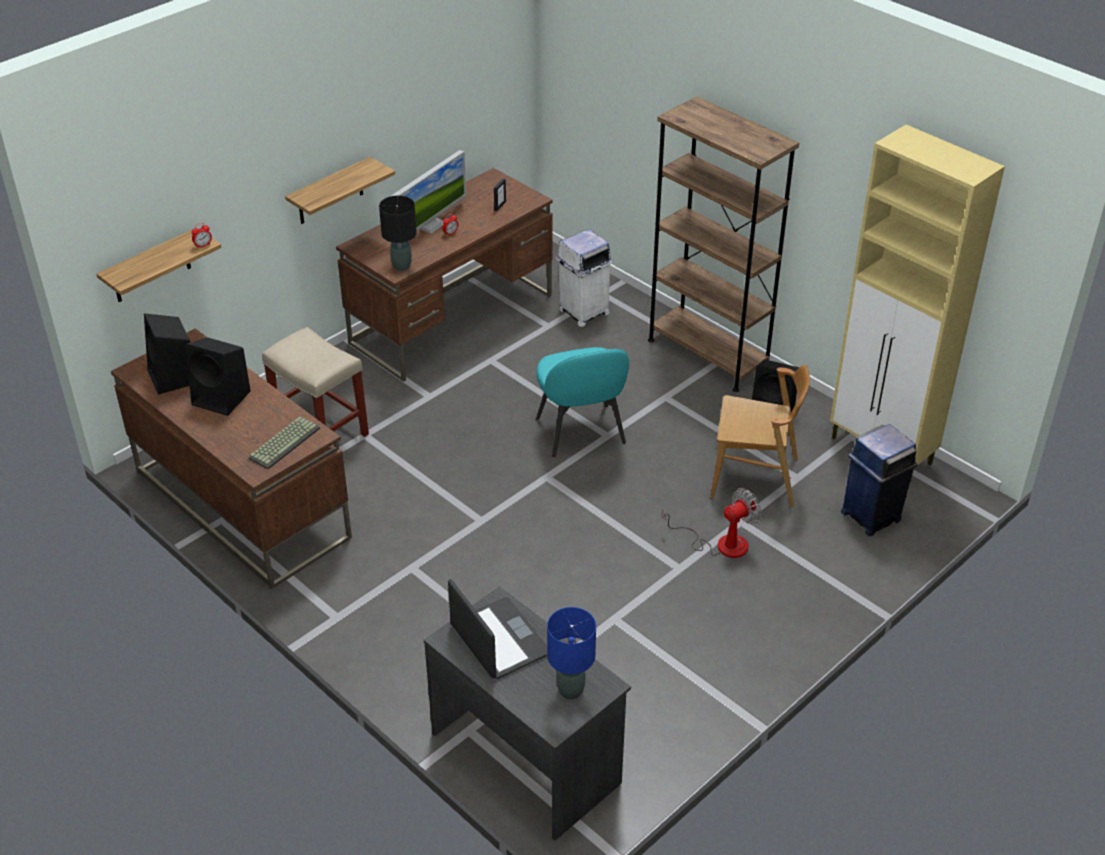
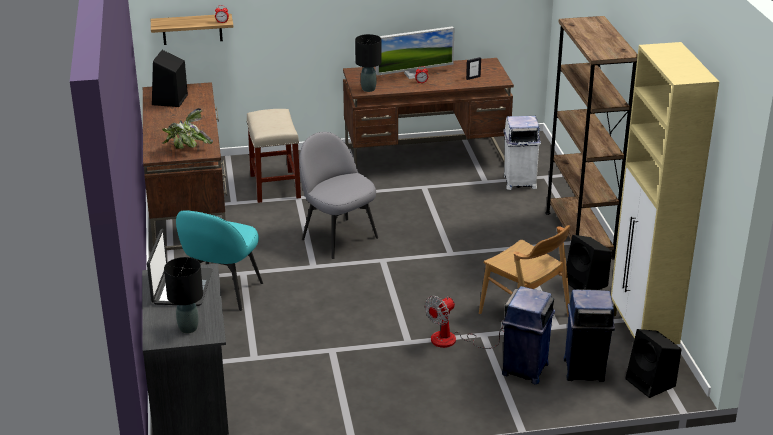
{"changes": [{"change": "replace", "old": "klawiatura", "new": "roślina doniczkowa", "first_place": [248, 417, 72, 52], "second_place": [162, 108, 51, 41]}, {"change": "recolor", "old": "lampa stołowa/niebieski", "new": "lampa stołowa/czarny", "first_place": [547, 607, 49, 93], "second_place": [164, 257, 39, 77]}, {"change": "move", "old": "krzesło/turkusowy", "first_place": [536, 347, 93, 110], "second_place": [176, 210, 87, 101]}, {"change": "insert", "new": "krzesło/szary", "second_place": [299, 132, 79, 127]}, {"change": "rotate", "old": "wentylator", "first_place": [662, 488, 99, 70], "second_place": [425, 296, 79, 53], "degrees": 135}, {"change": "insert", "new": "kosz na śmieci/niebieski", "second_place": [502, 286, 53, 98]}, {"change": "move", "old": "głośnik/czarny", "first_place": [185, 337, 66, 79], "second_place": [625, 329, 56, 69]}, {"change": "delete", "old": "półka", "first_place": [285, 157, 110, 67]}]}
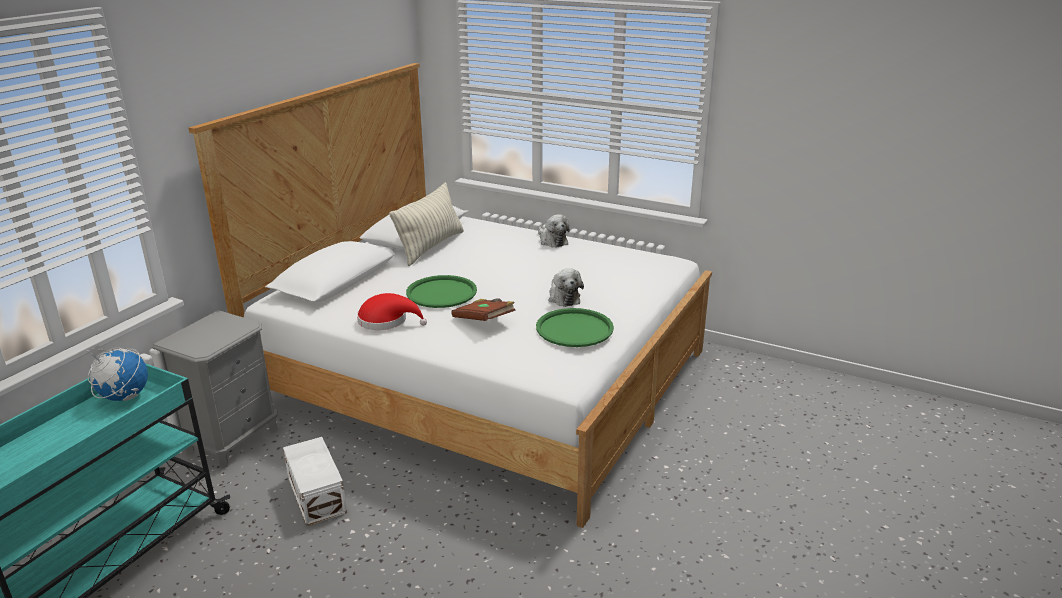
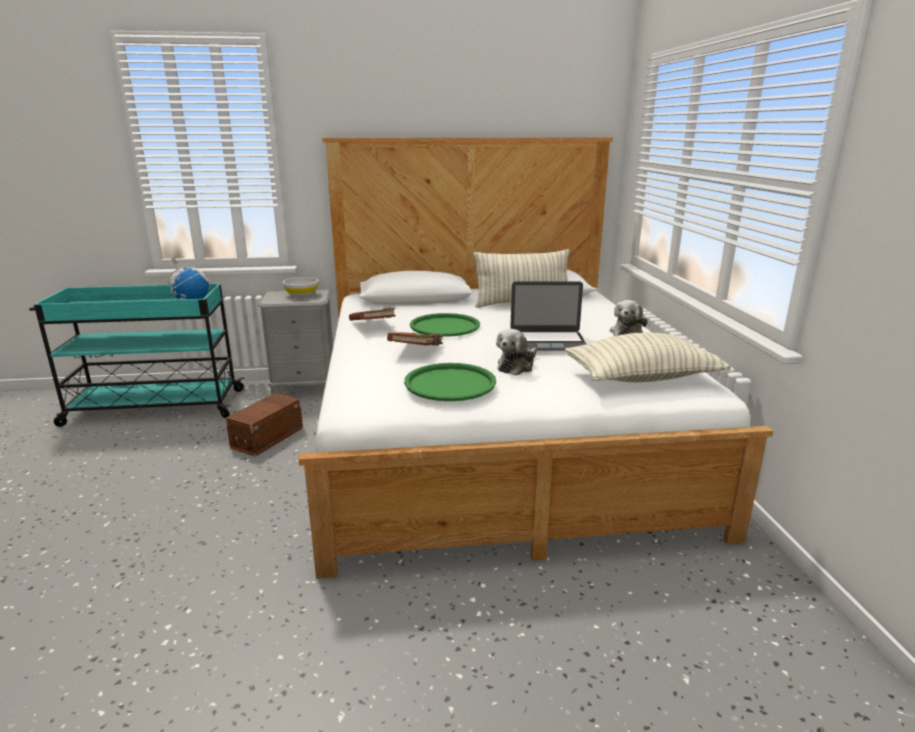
{"changes": [{"change": "recolor", "old": "pojemnik do przechowywania/biały", "new": "pojemnik do przechowywania/brązowy", "first_place": [283, 437, 64, 89], "second_place": [226, 393, 77, 64]}, {"change": "insert", "new": "miska/biały", "second_place": [283, 277, 36, 20]}, {"change": "replace", "old": "kapelusz/czerwony", "new": "książka/brązowy", "first_place": [357, 293, 70, 37], "second_place": [349, 308, 47, 13]}, {"change": "insert", "new": "laptop", "second_place": [510, 282, 76, 69]}, {"change": "insert", "new": "poduszka", "second_place": [565, 332, 165, 50]}]}
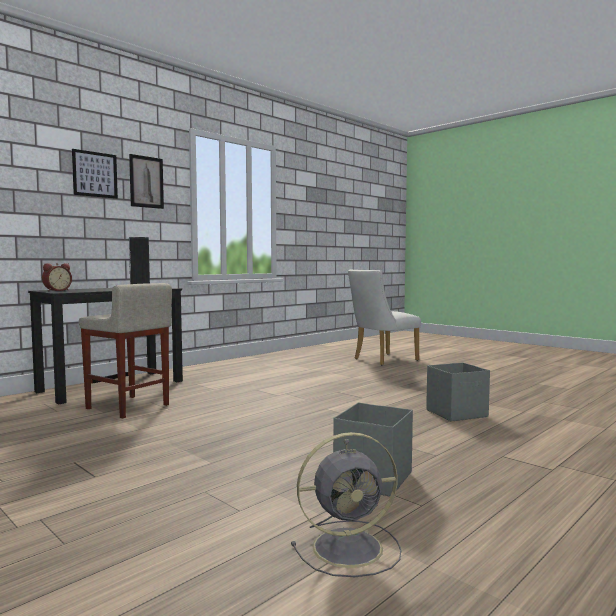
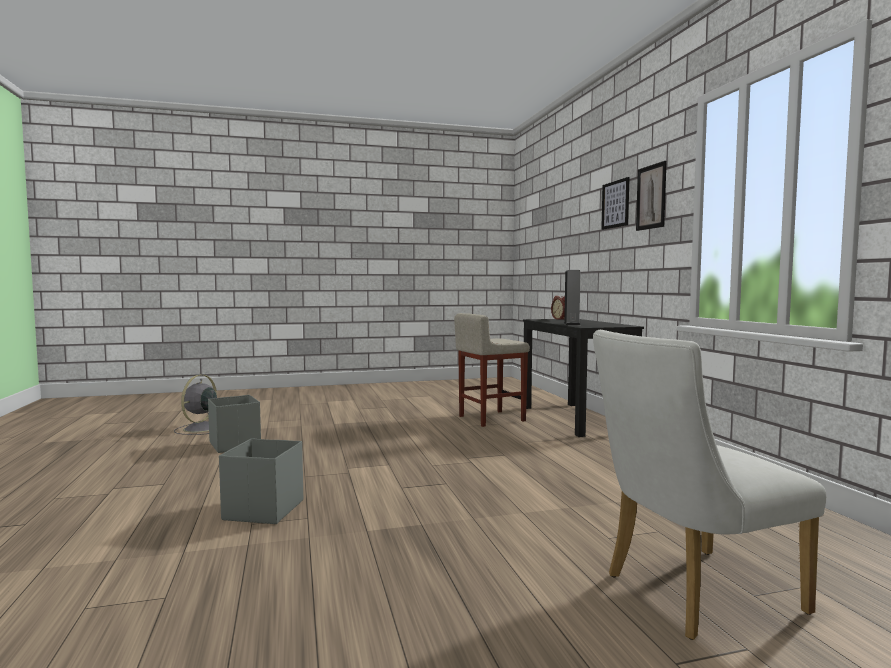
{"changes": [{"change": "rotate", "old": "krzesło/biały", "first_place": [348, 270, 73, 95], "second_place": [593, 330, 233, 310], "degrees": -105}]}
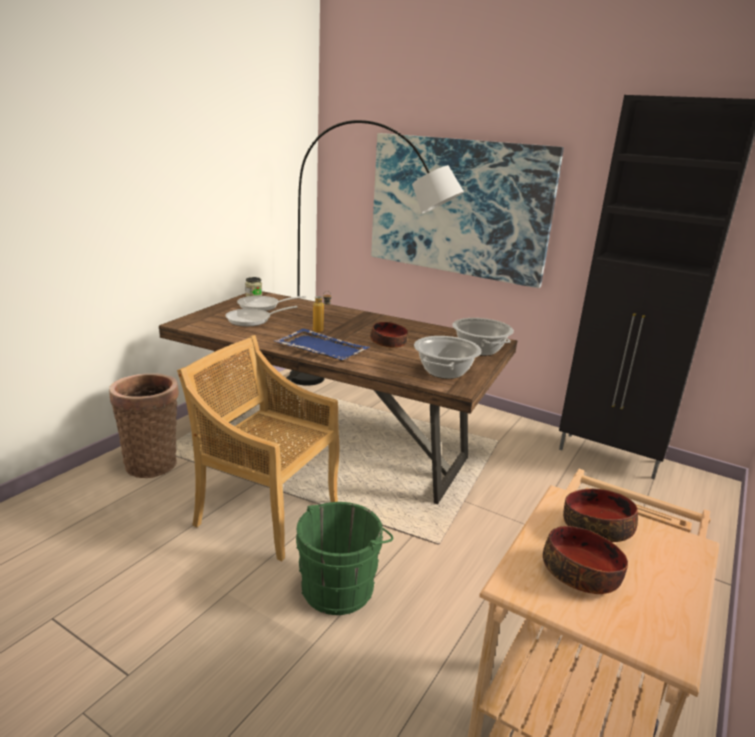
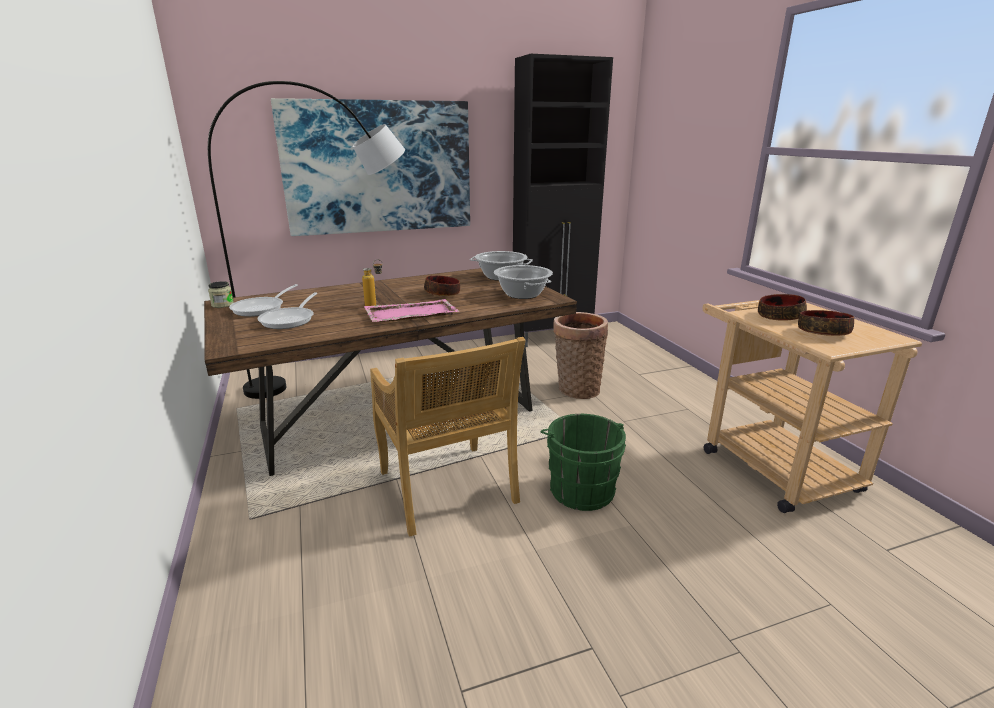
{"changes": [{"change": "recolor", "old": "taca/niebieski", "new": "taca/różowy", "first_place": [274, 329, 96, 32], "second_place": [364, 299, 95, 23]}, {"change": "rotate", "old": "krzesło/beżowy", "first_place": [177, 335, 162, 226], "second_place": [370, 337, 156, 200], "degrees": -90}, {"change": "move", "old": "koszyk", "first_place": [109, 373, 70, 105], "second_place": [553, 312, 55, 87]}]}
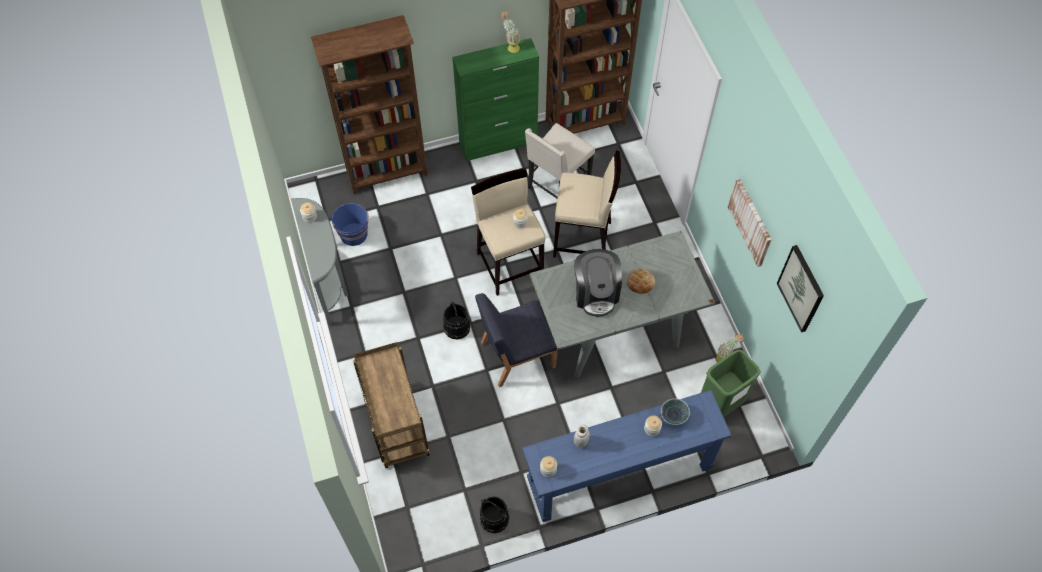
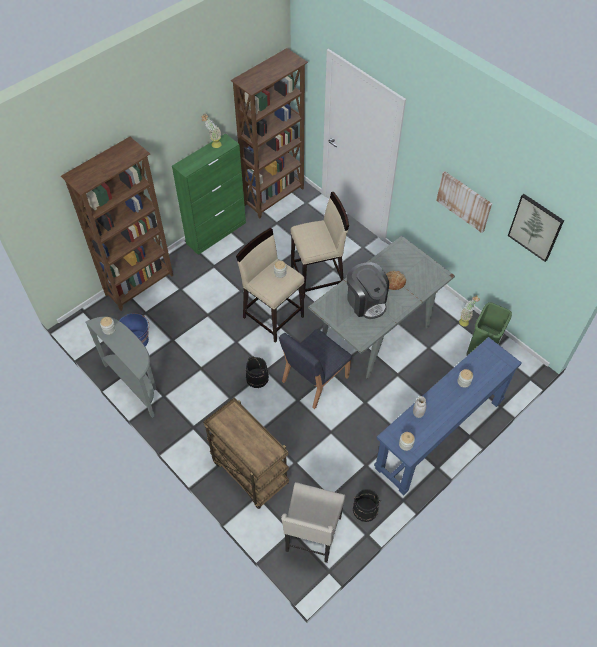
{"changes": [{"change": "move", "old": "krzesło/beżowy", "first_place": [525, 123, 70, 75], "second_place": [281, 482, 64, 81]}, {"change": "delete", "old": "miska", "first_place": [661, 399, 29, 26]}]}
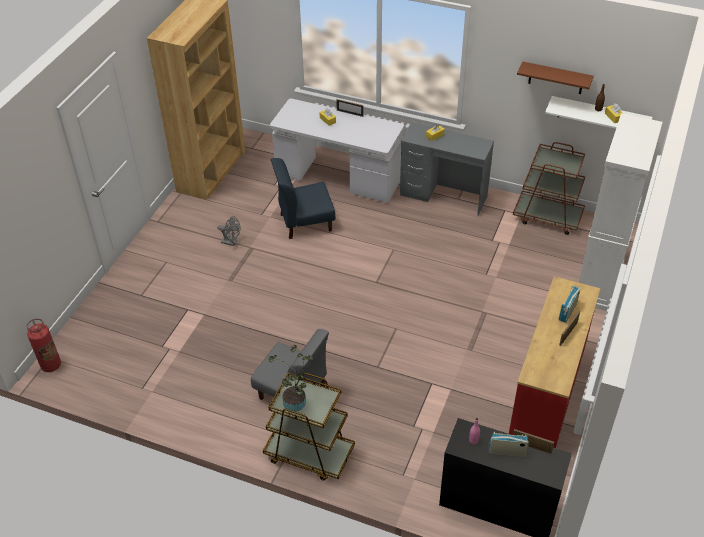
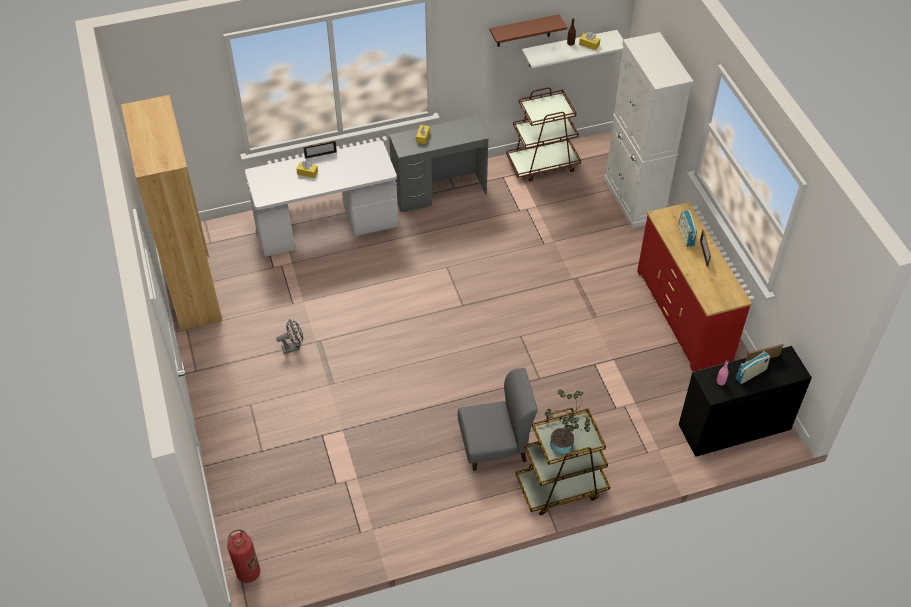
{"changes": [{"change": "delete", "old": "krzesło/niebieski", "first_place": [271, 158, 64, 81]}]}
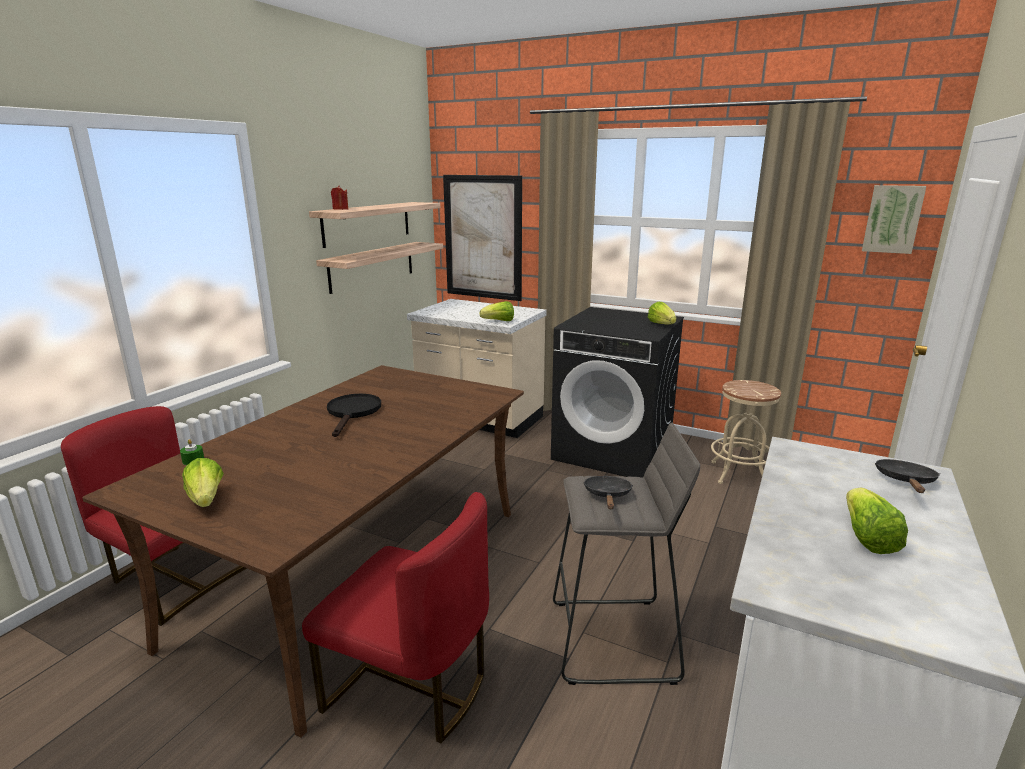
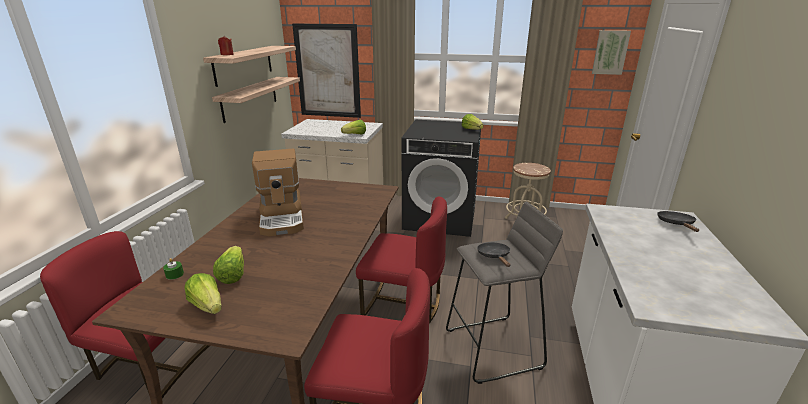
{"changes": [{"change": "move", "old": "sałata", "first_place": [846, 487, 62, 67], "second_place": [213, 246, 31, 38]}, {"change": "replace", "old": "patelnia/czarny", "new": "ekspres do kawy", "first_place": [327, 394, 54, 43], "second_place": [252, 149, 52, 87]}, {"change": "insert", "new": "krzesło/czerwony", "second_place": [356, 197, 91, 126]}]}
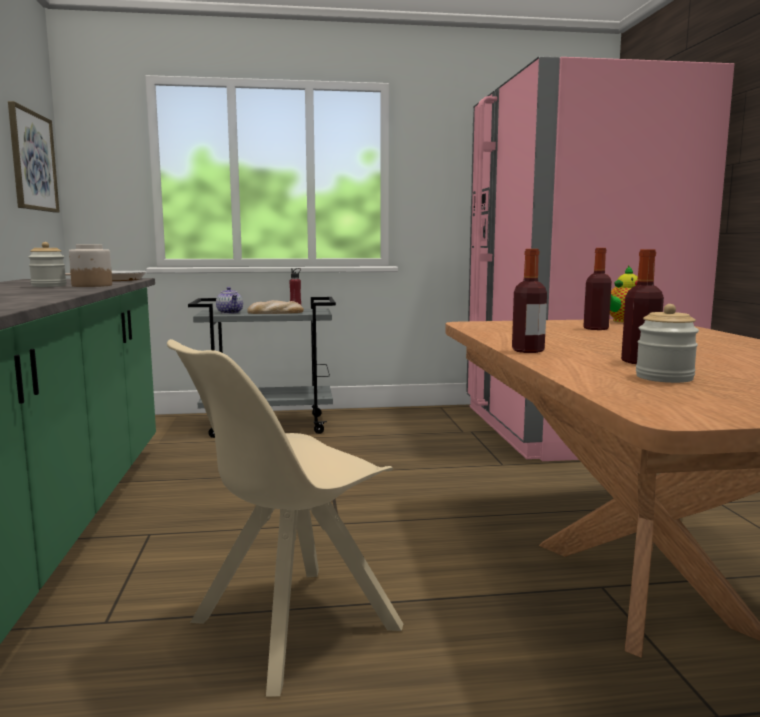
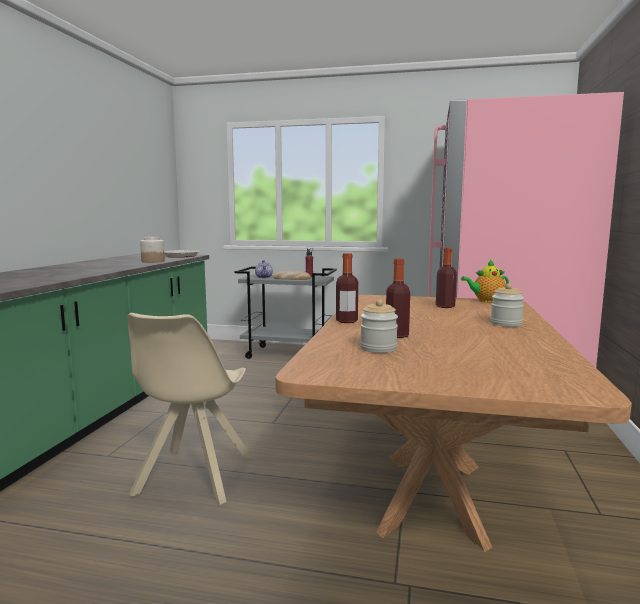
{"changes": [{"change": "rotate", "old": "krzesło/beżowy", "first_place": [167, 339, 236, 358], "second_place": [127, 313, 126, 192], "degrees": -60}, {"change": "move", "old": "słoik", "first_place": [28, 242, 38, 45], "second_place": [490, 283, 34, 44]}, {"change": "delete", "old": "obraz", "first_place": [8, 101, 52, 111]}]}
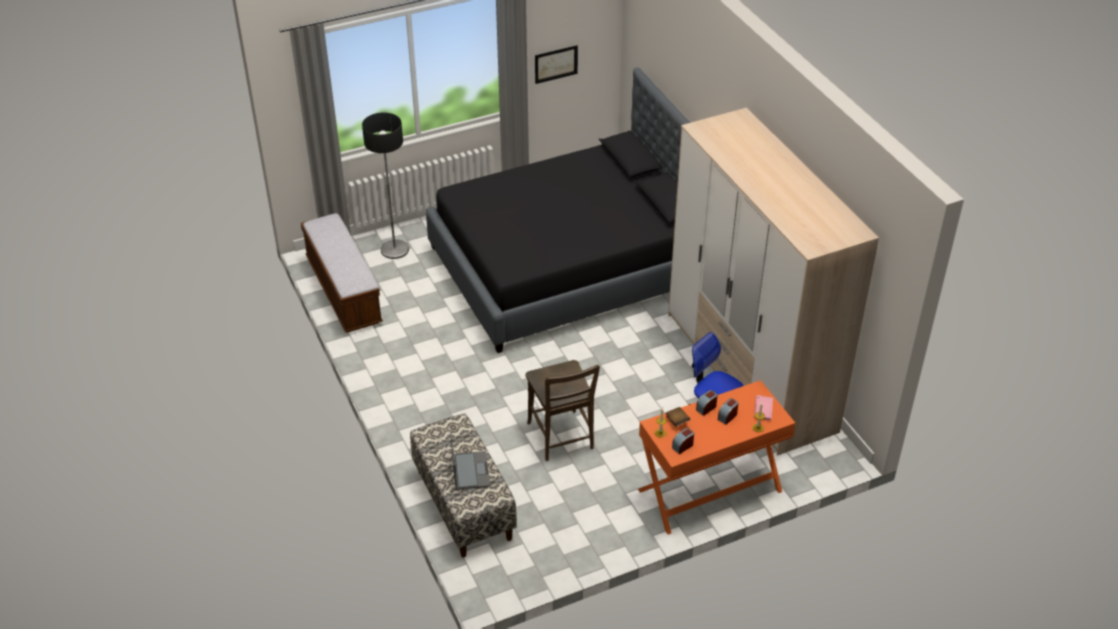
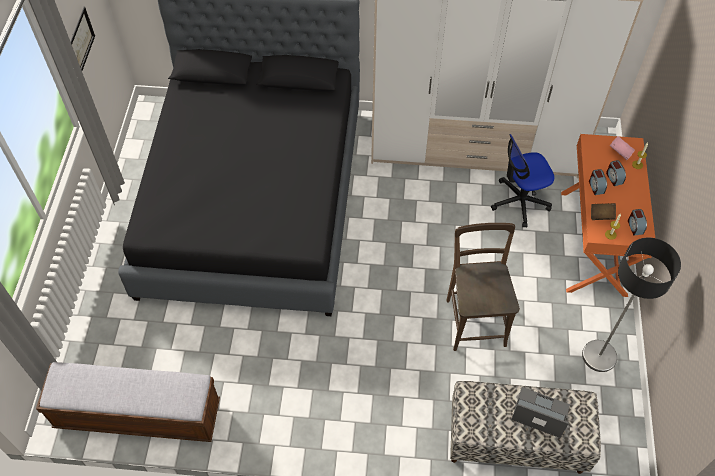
{"changes": [{"change": "rotate", "old": "krzesło/brązowy", "first_place": [526, 360, 74, 101], "second_place": [446, 223, 74, 128], "degrees": -105}, {"change": "move", "old": "lampa stojąca", "first_place": [362, 113, 47, 146], "second_place": [582, 238, 99, 134]}]}
